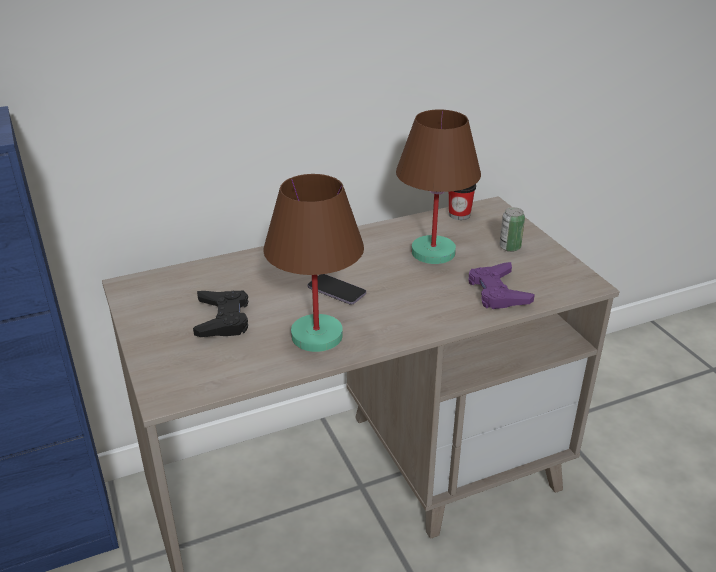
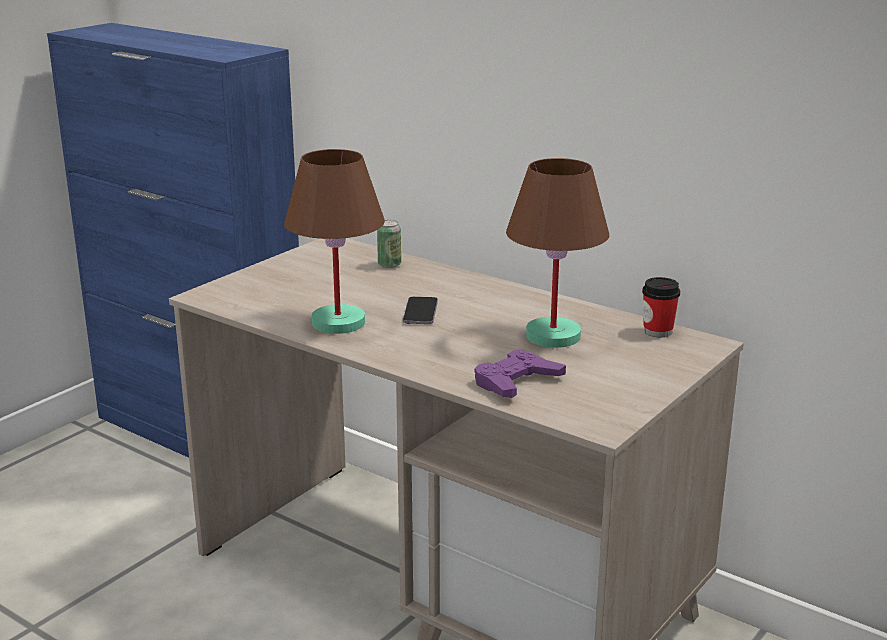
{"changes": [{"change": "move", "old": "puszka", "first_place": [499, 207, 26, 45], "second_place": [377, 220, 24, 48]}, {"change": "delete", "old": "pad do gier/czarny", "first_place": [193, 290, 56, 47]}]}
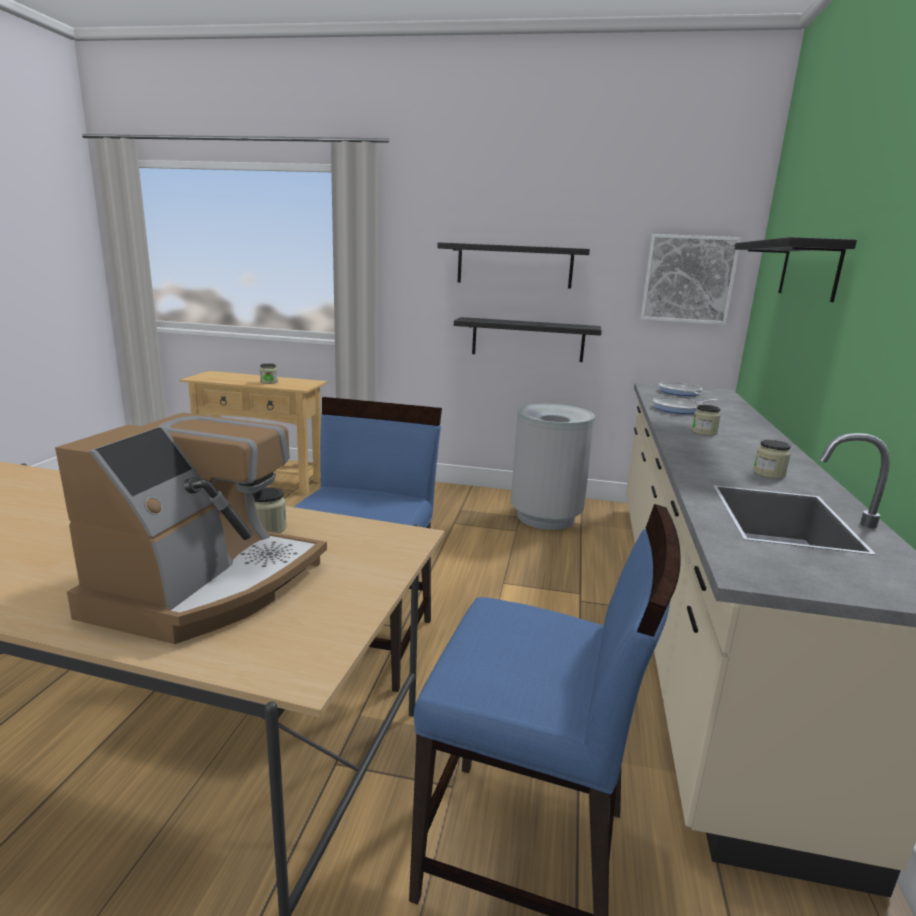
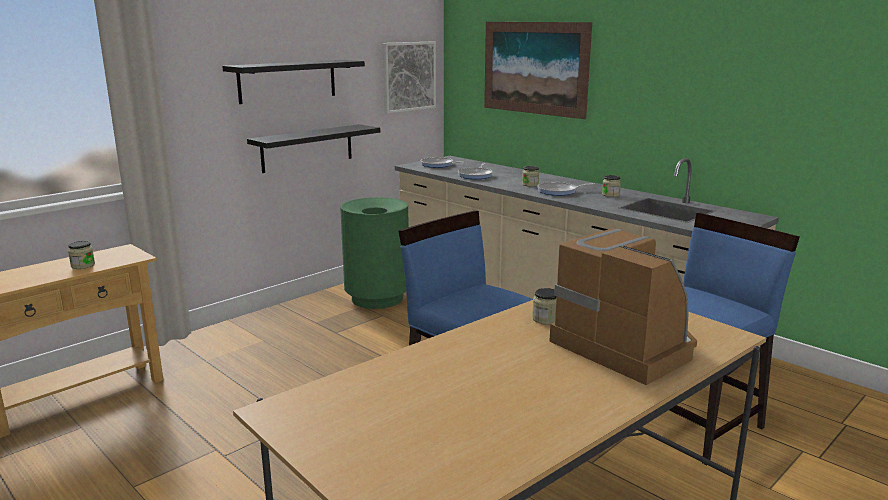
{"changes": [{"change": "recolor", "old": "kosz na śmieci/szary", "new": "kosz na śmieci/zielony", "first_place": [511, 404, 84, 126], "second_place": [340, 197, 69, 112]}, {"change": "replace", "old": "półka/czarny", "new": "obraz", "first_place": [735, 237, 122, 65], "second_place": [484, 22, 108, 97]}, {"change": "insert", "new": "patelnia", "second_place": [537, 182, 58, 14]}]}
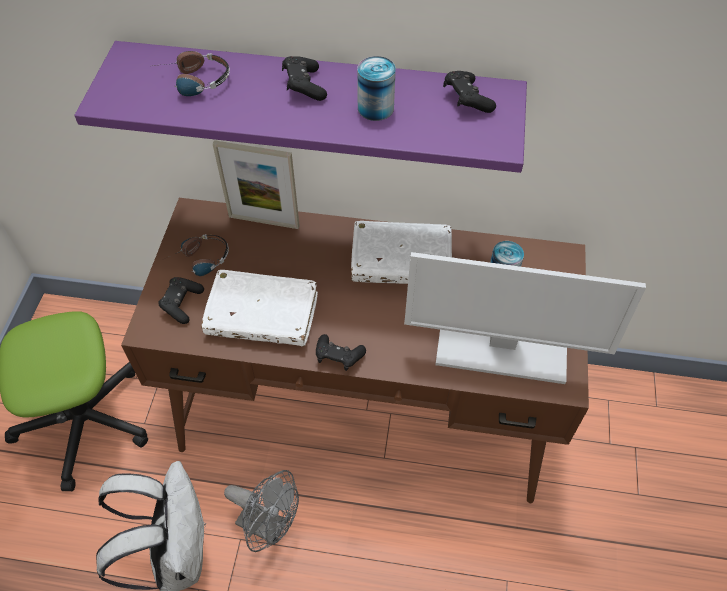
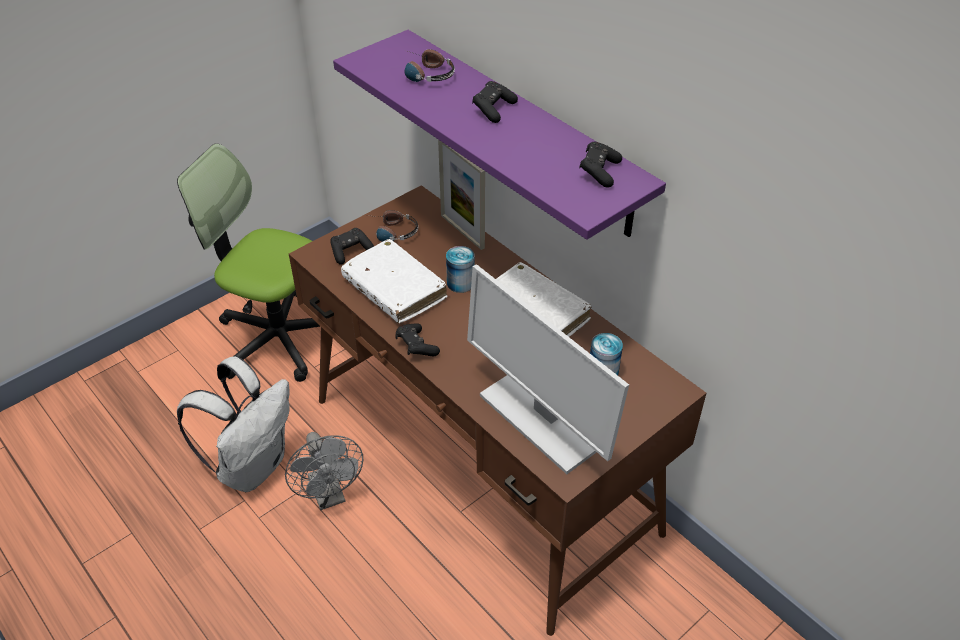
{"changes": [{"change": "move", "old": "puszka", "first_place": [357, 56, 39, 65], "second_place": [446, 246, 29, 47]}]}
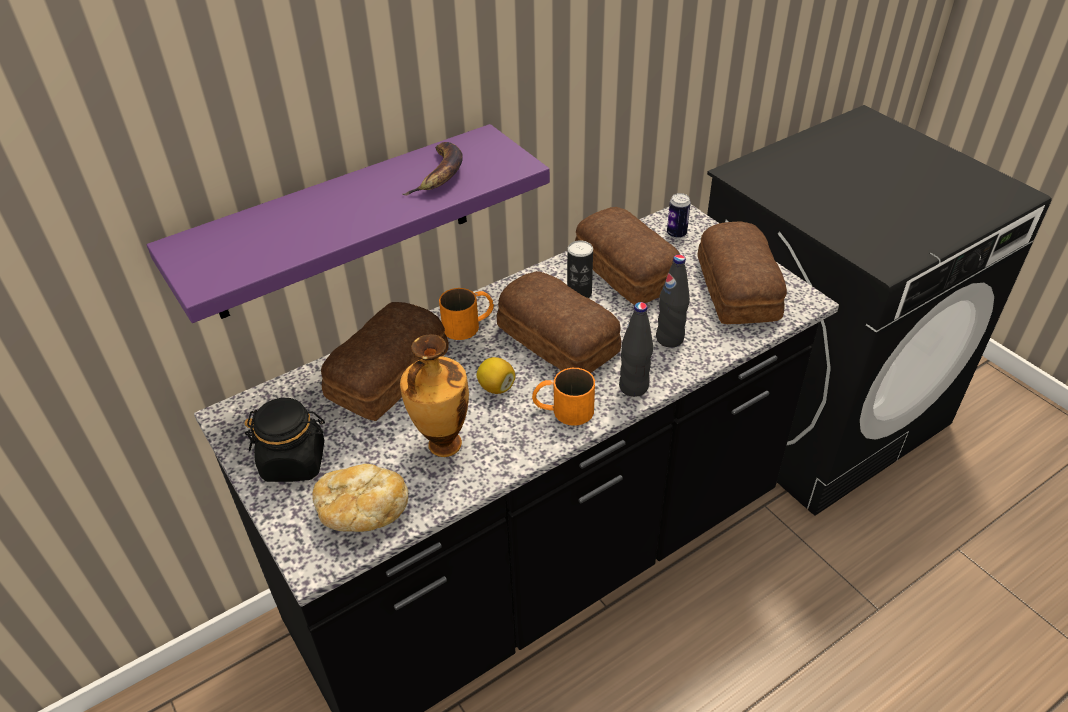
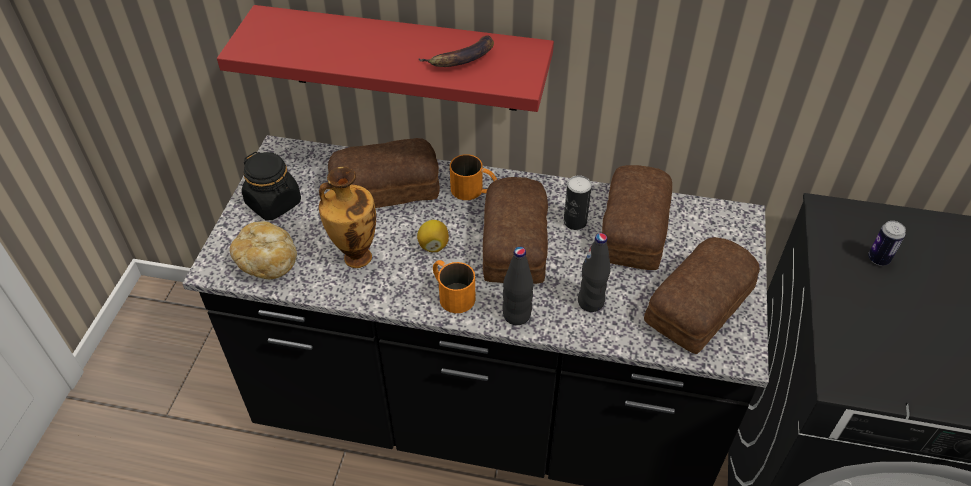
{"changes": [{"change": "recolor", "old": "półka/fioletowy", "new": "półka/czerwony", "first_place": [147, 124, 403, 199], "second_place": [217, 5, 337, 107]}, {"change": "move", "old": "puszka", "first_place": [667, 193, 24, 45], "second_place": [868, 221, 38, 44]}]}
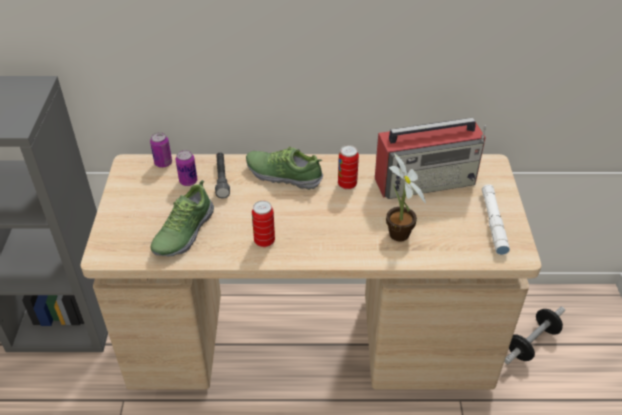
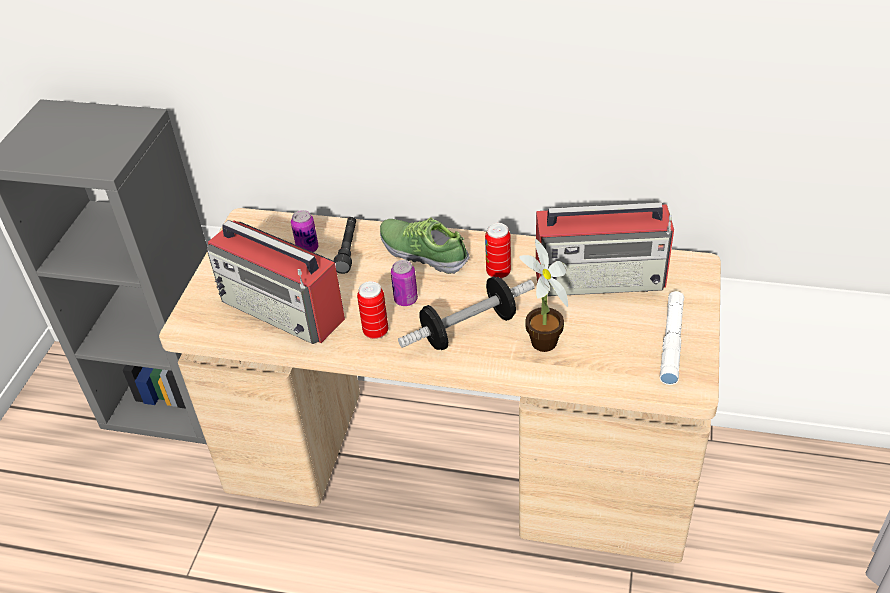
{"changes": [{"change": "replace", "old": "but", "new": "radio", "first_place": [151, 180, 63, 77], "second_place": [207, 220, 138, 124]}, {"change": "move", "old": "puszka", "first_place": [150, 132, 22, 36], "second_place": [391, 260, 27, 46]}, {"change": "move", "old": "hantel", "first_place": [504, 307, 61, 57], "second_place": [398, 276, 137, 74]}]}
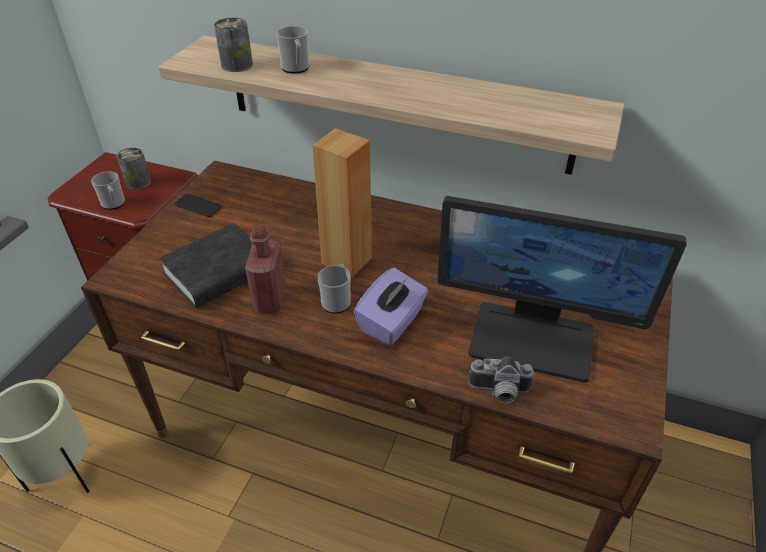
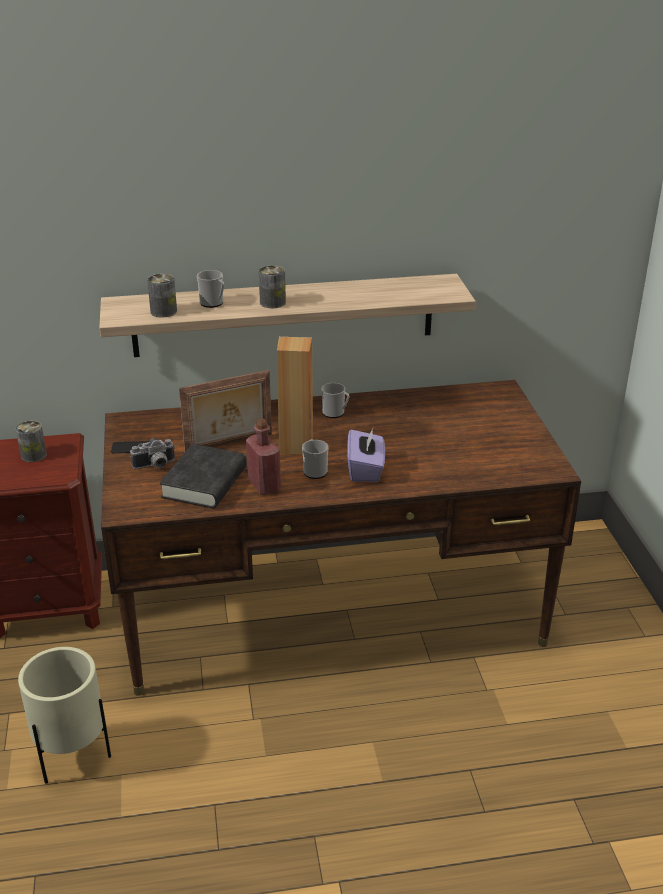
{"changes": [{"change": "move", "old": "aparat fotograficzny", "first_place": [469, 357, 66, 46], "second_place": [130, 438, 45, 31]}, {"change": "insert", "new": "ramka na zdjęcie", "second_place": [179, 370, 93, 82]}, {"change": "insert", "new": "puszka", "second_place": [259, 265, 27, 43]}, {"change": "move", "old": "kubek", "first_place": [91, 171, 34, 39], "second_place": [321, 383, 29, 35]}, {"change": "delete", "old": "monitor", "first_place": [437, 196, 250, 187]}]}
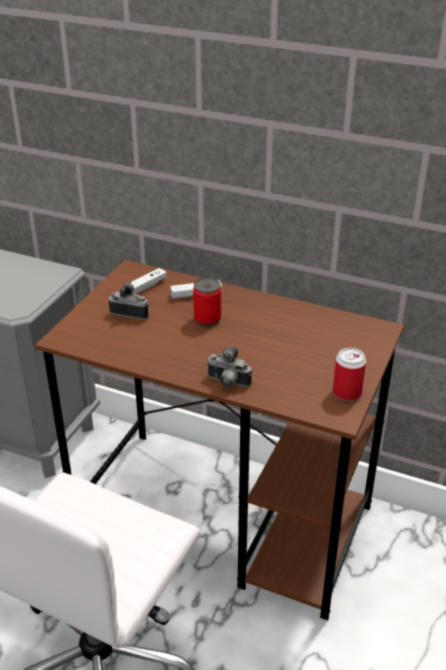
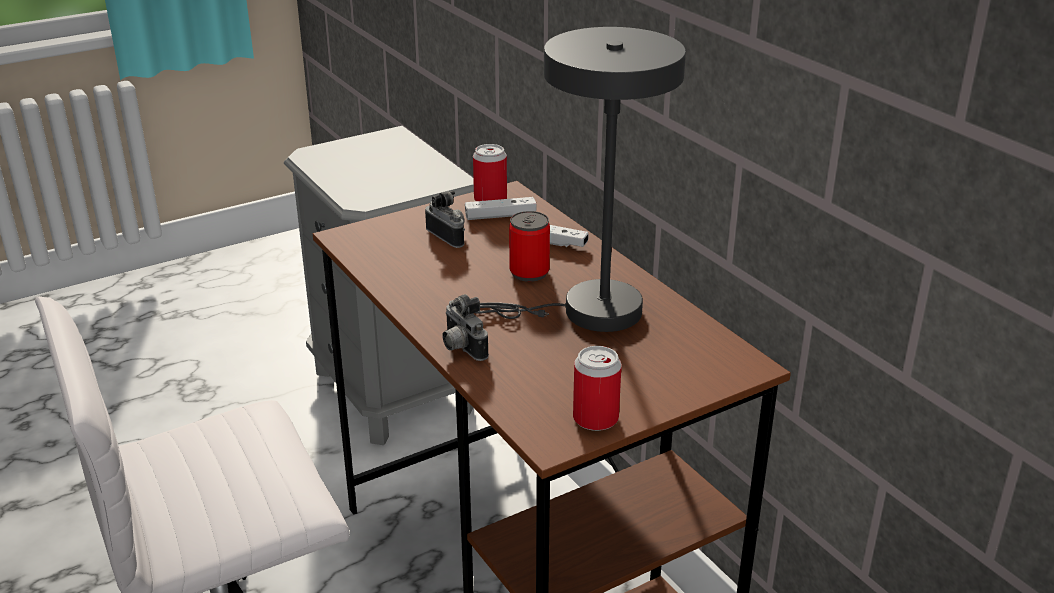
{"changes": [{"change": "insert", "new": "puszka", "second_place": [473, 144, 34, 57]}, {"change": "insert", "new": "lampa stołowa/szary", "second_place": [476, 27, 210, 305]}]}
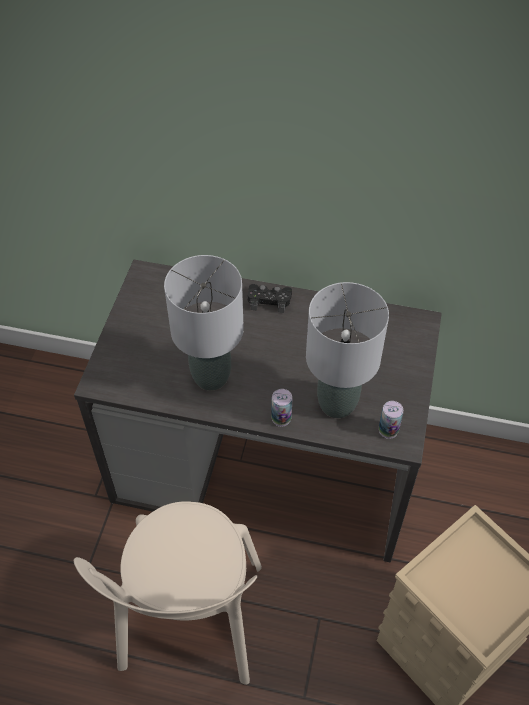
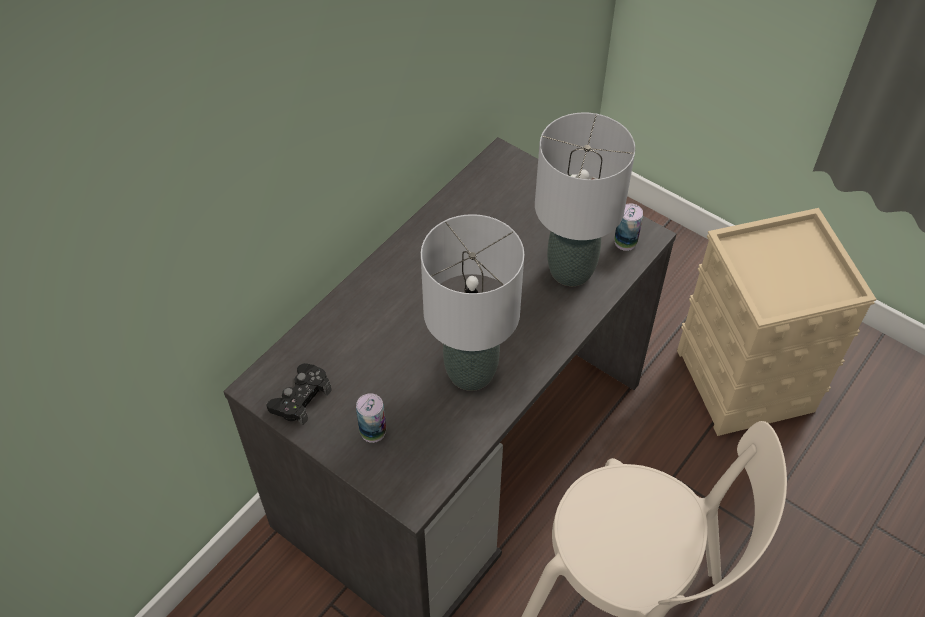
{"changes": [{"change": "move", "old": "pad do gier/czarny", "first_place": [248, 284, 44, 29], "second_place": [266, 363, 66, 62]}, {"change": "move", "old": "puszka", "first_place": [271, 389, 21, 38], "second_place": [356, 393, 30, 50]}]}
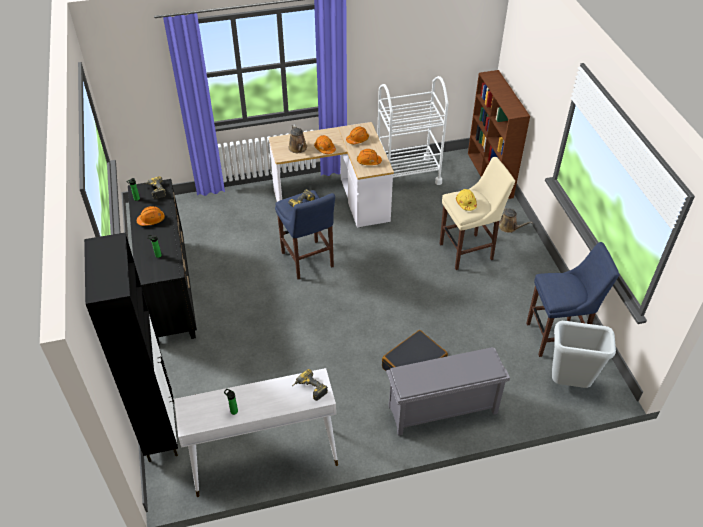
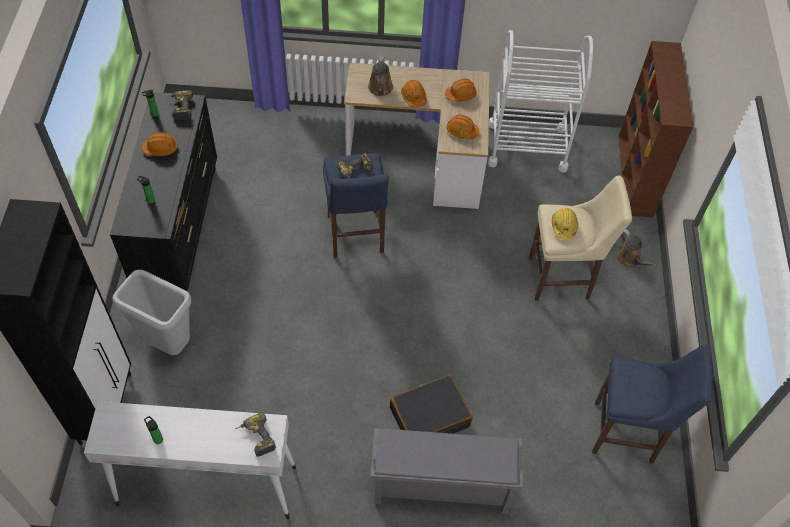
{"changes": [{"change": "move", "old": "kosz na śmieci/szary", "first_place": [552, 321, 64, 67], "second_place": [112, 270, 79, 85]}]}
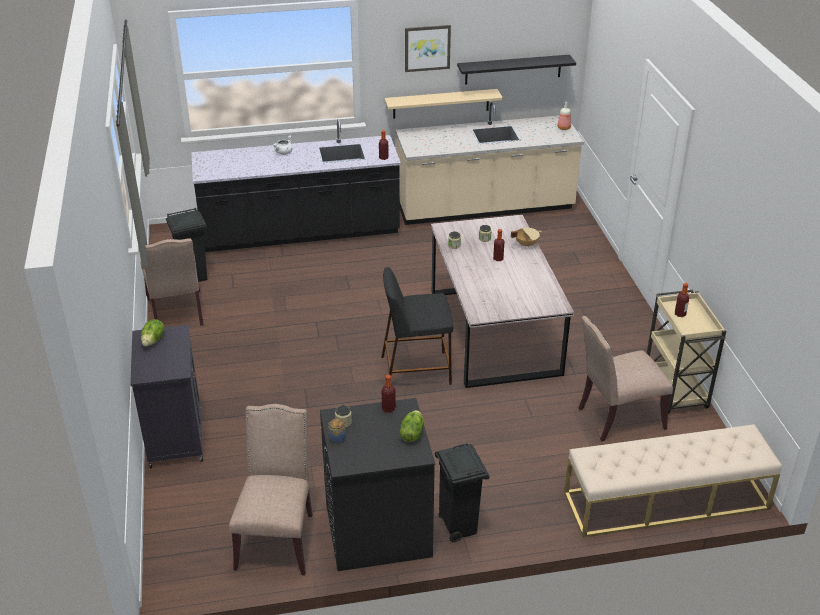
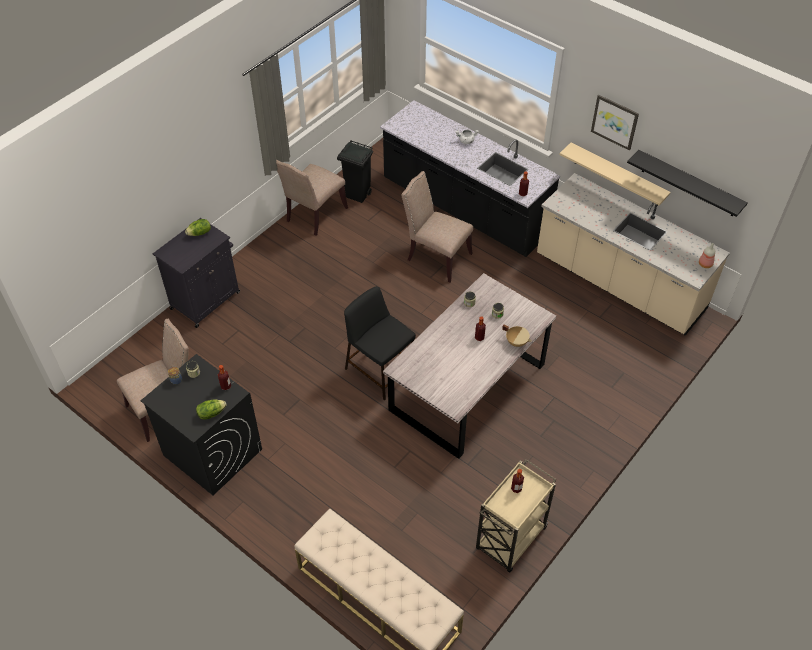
{"changes": [{"change": "move", "old": "krzesło/beżowy", "first_place": [578, 316, 95, 125], "second_place": [402, 171, 71, 112]}, {"change": "delete", "old": "kosz na śmieci/czarny", "first_place": [435, 443, 55, 99]}]}
